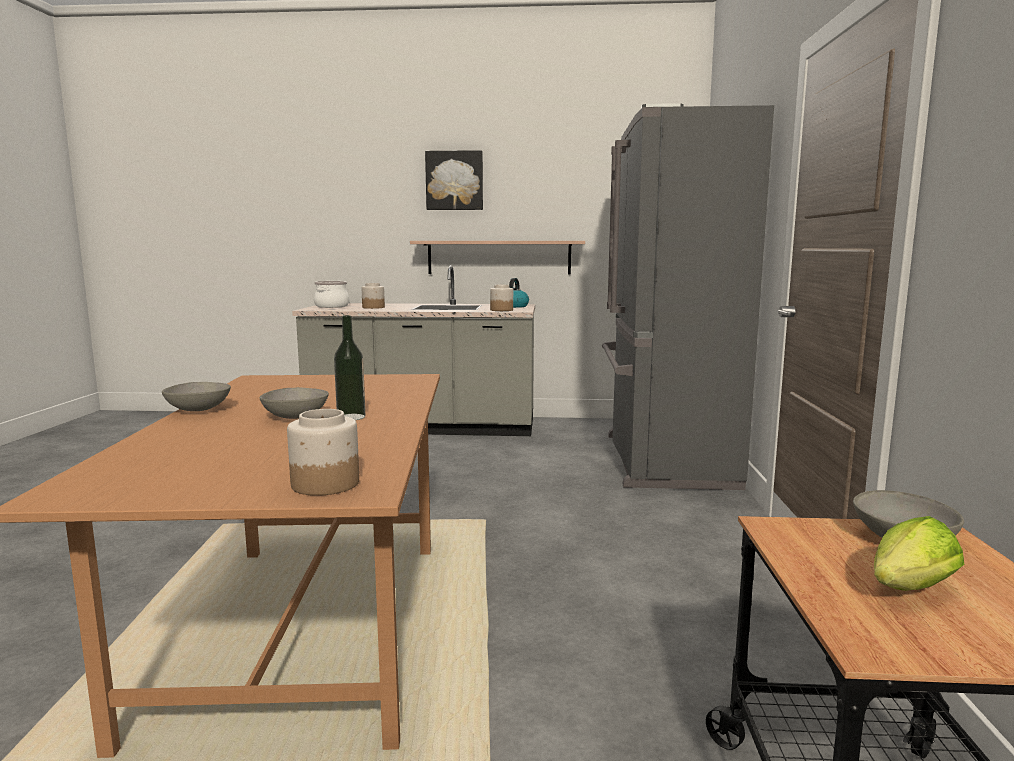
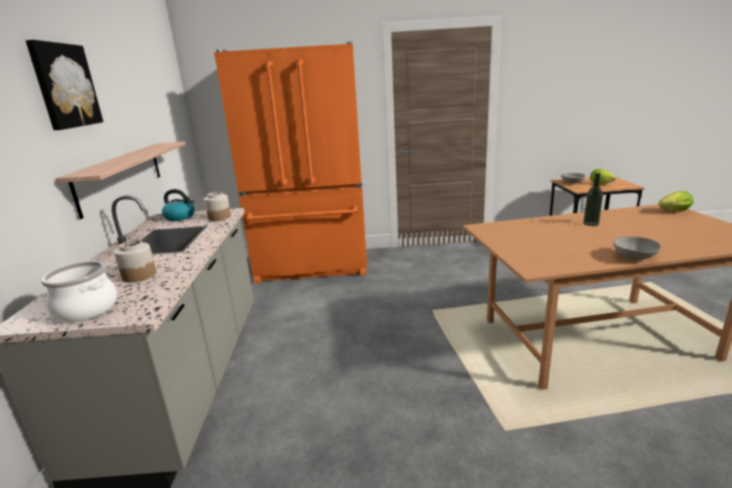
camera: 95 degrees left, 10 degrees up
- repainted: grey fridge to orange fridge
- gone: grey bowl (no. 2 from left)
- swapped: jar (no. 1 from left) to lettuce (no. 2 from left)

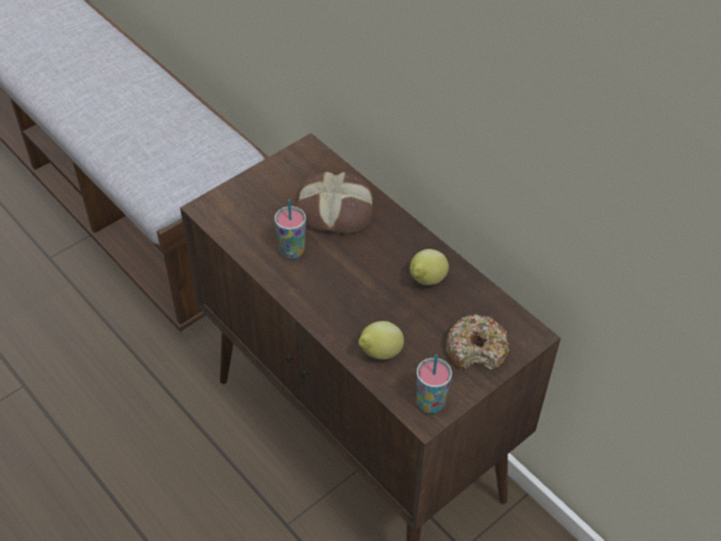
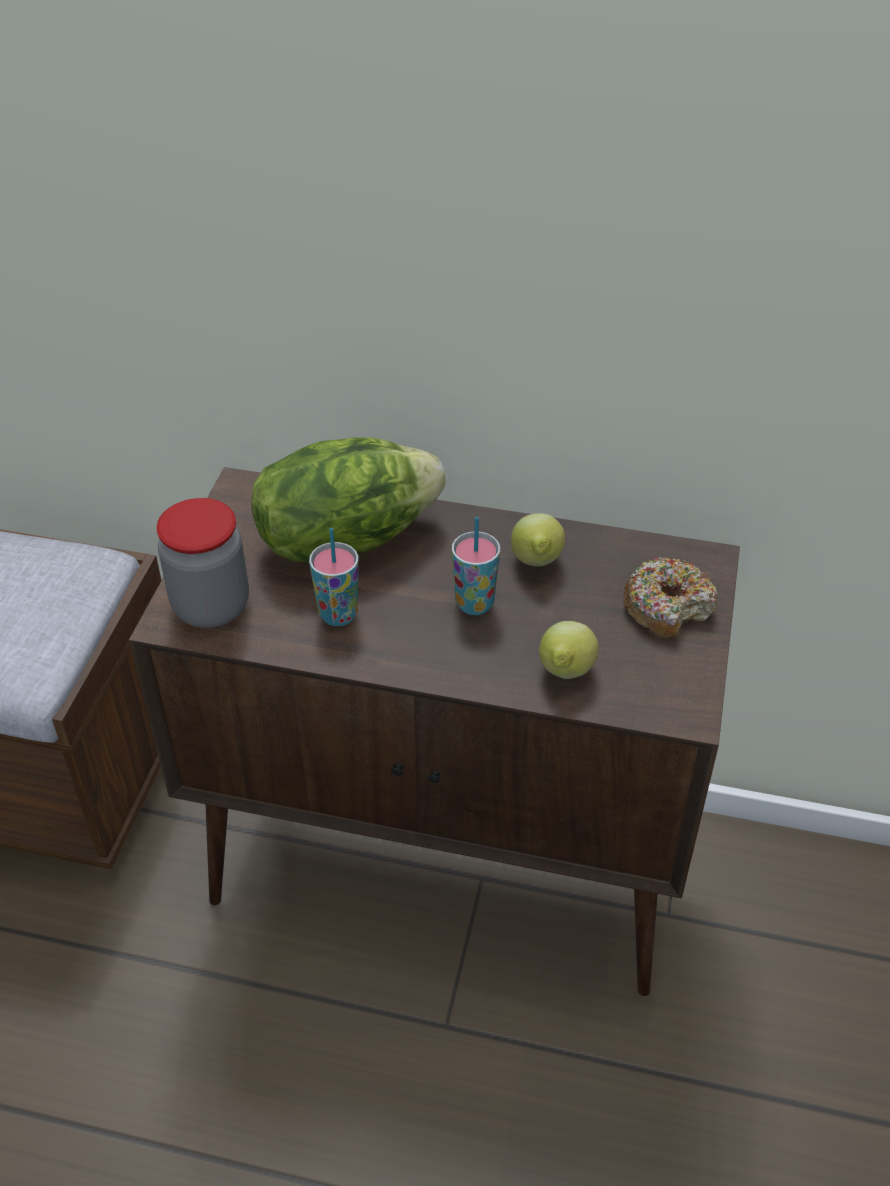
camera: 35 degrees left, 5 degrees down
- swapped: bread to lettuce
- shifted: cup (no. 2 from left)
- new: jar

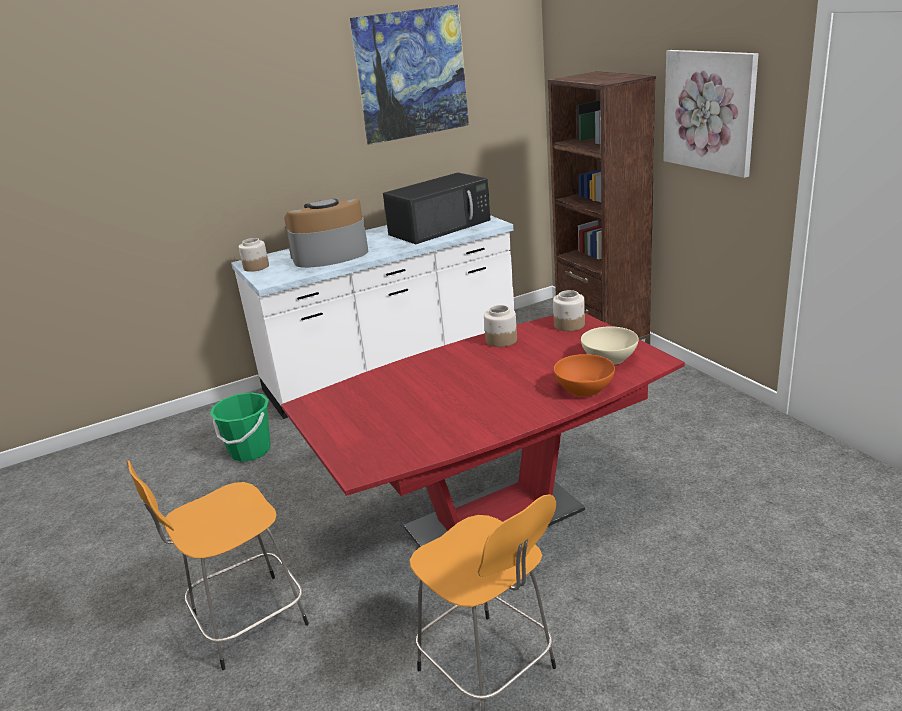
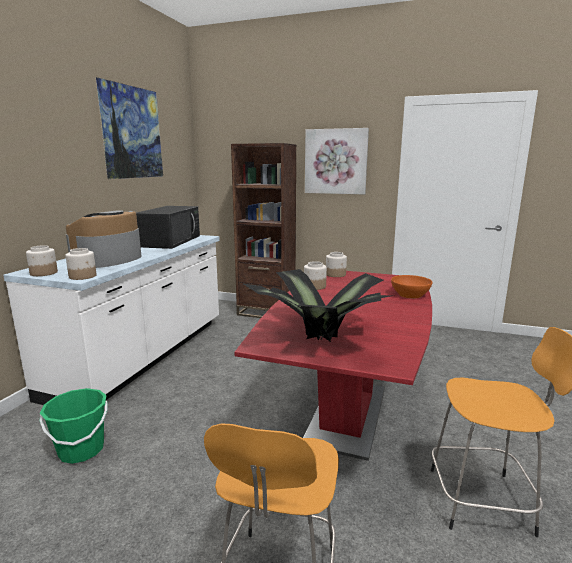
camera: 45 degrees left, 10 degrees down
- gone: beige bowl
- new: jar (no. 2 from left)
- new: potted plant

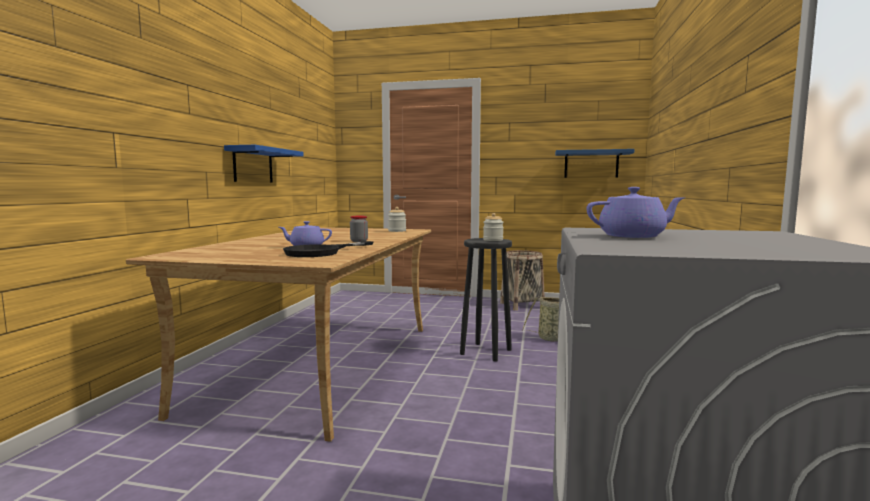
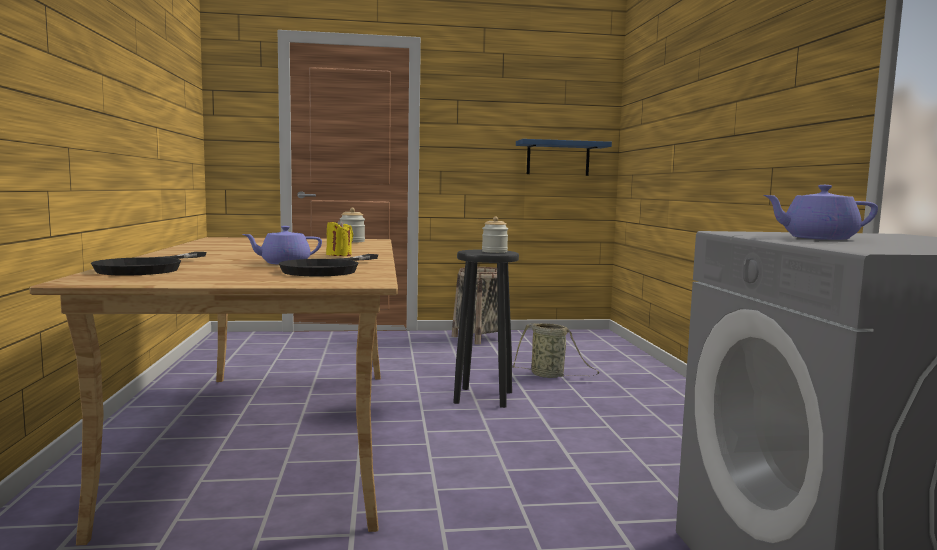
camera: 20 degrees left, 0 degrees up
- gone: blue shelf (no. 1 from left)
- rotated: purple teapot (no. 2 from left) 150 degrees counterclockwise
- swapped: jar (no. 1 from left) to yellow candle
- new: black frying pan (no. 1 from left)

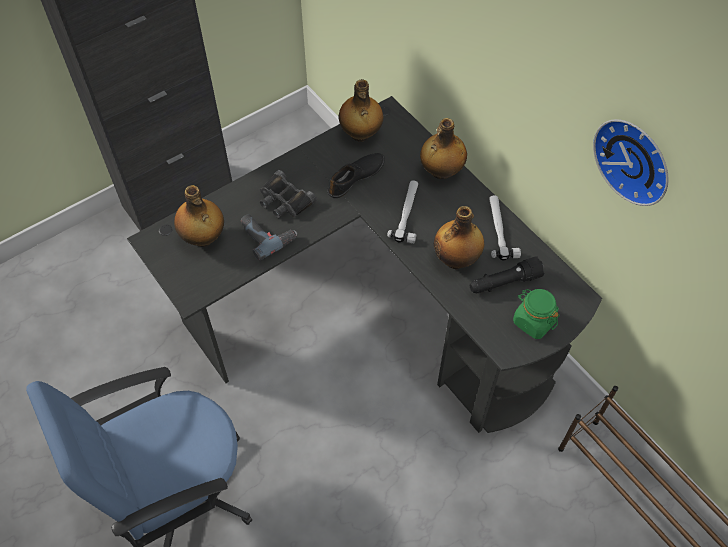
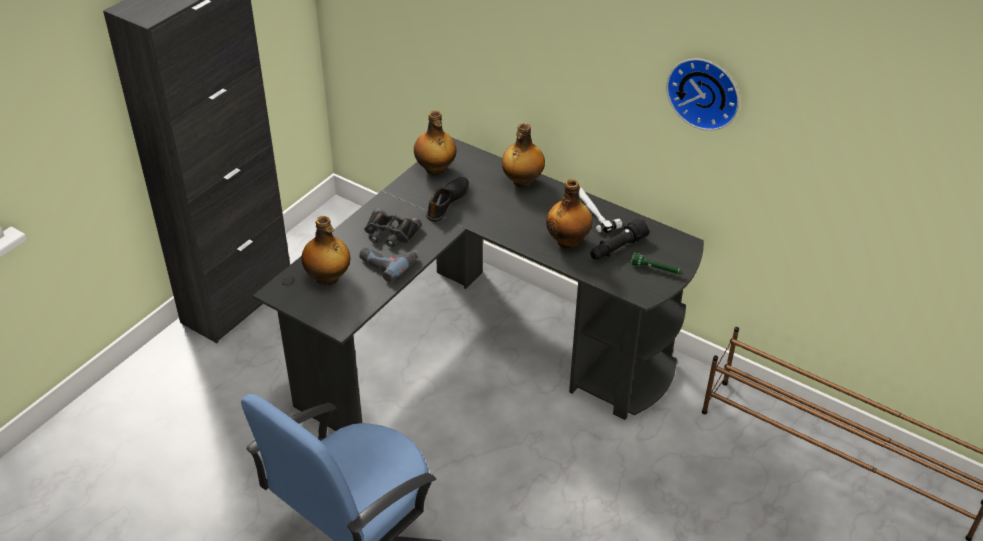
camera: 20 degrees left, 15 degrees down
- gone: hammer (no. 1 from left)
- swapped: green jar to green flashlight

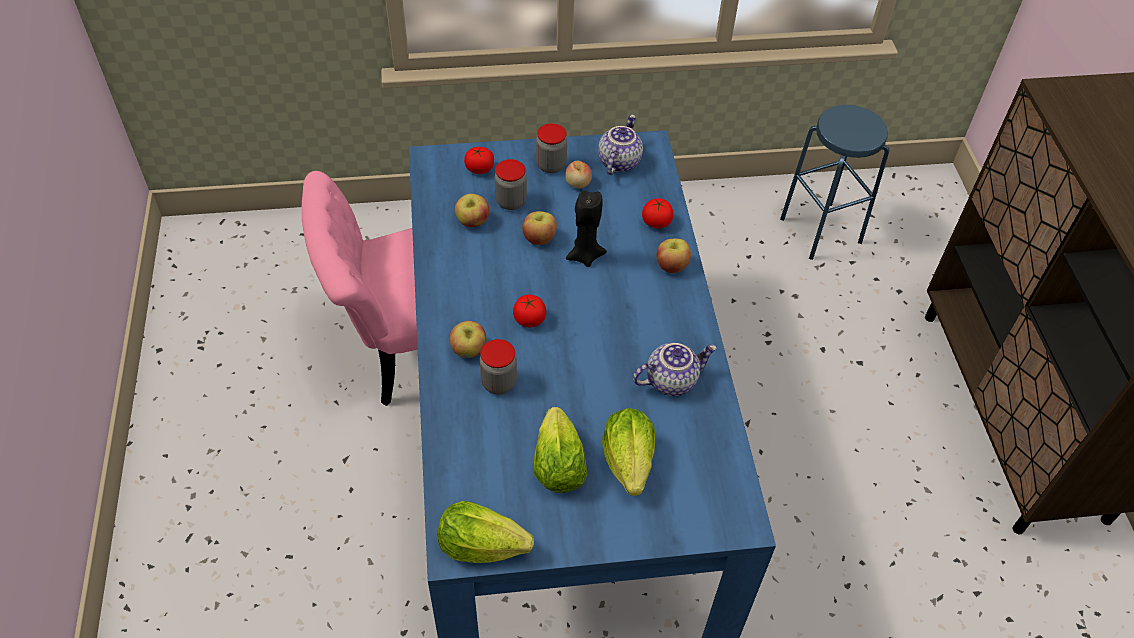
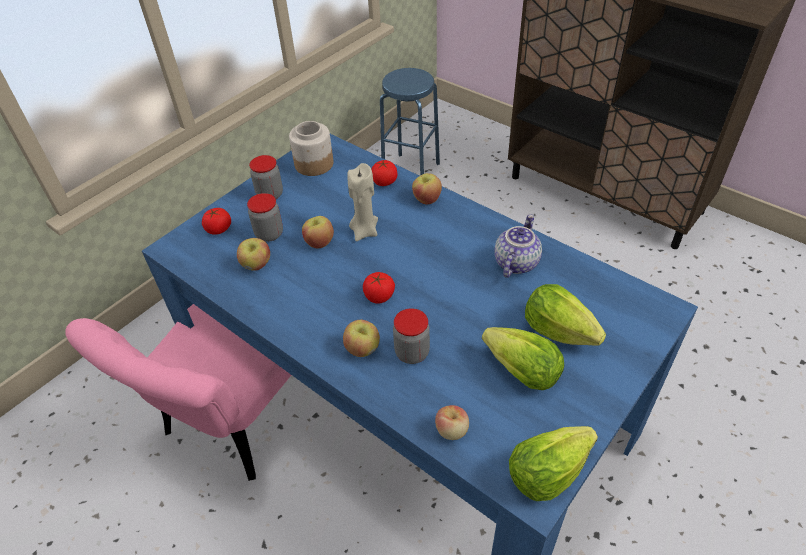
camera: 40 degrees left, 5 degrees down
- swapped: teapot (no. 1 from left) to jar (no. 3 from left)
- shifted: apple (no. 4 from left in the first image) to apple (no. 5 from left)
- repainted: black candle to beige candle

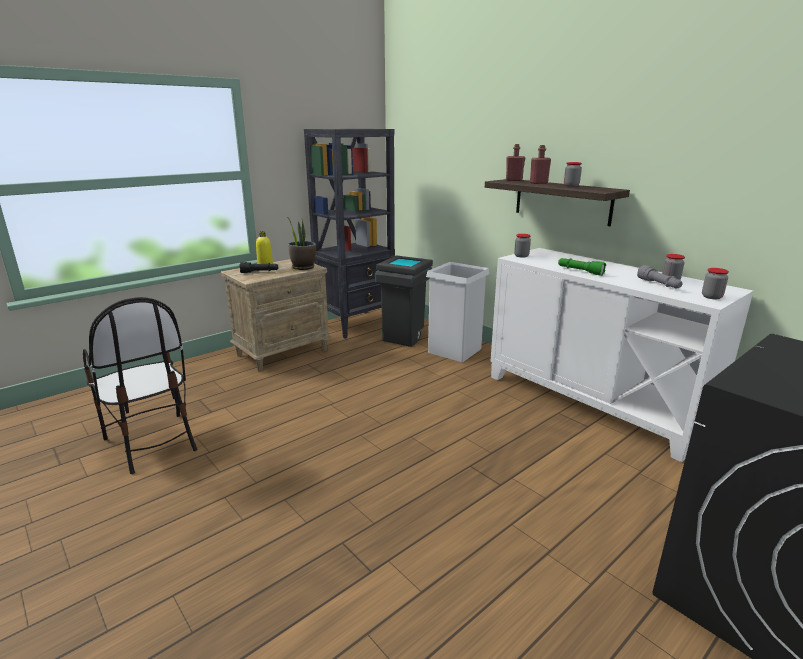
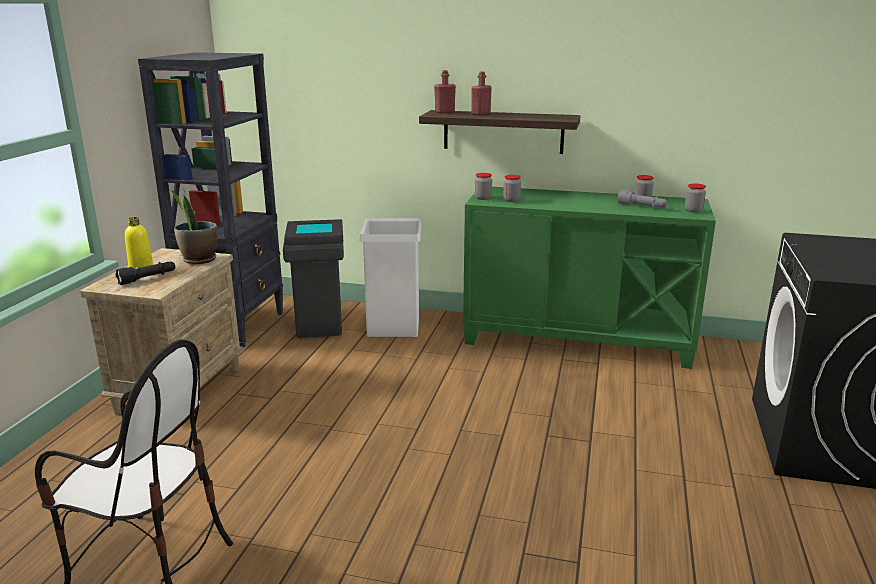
camera: 35 degrees left, 0 degrees up
- shifted: jar (no. 2 from left)
- repainted: white cabinet to green cabinet
- gone: green flashlight

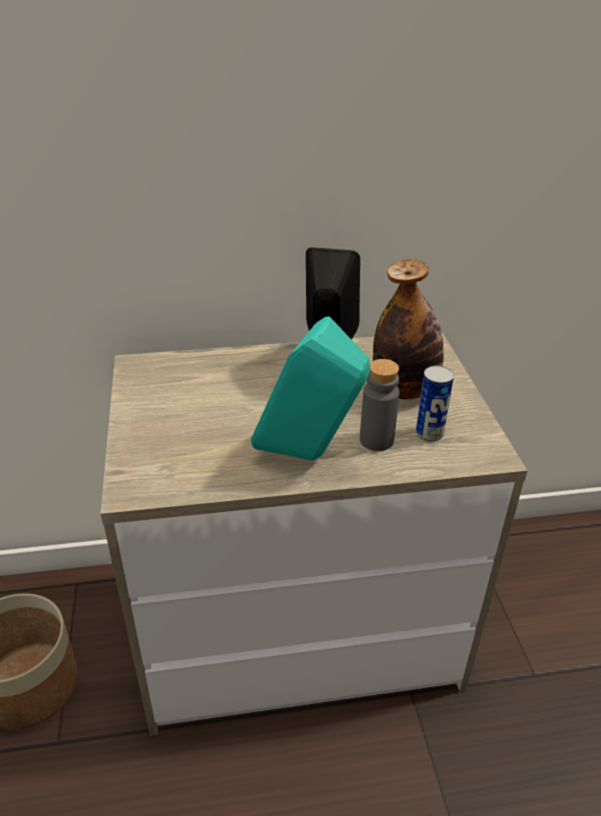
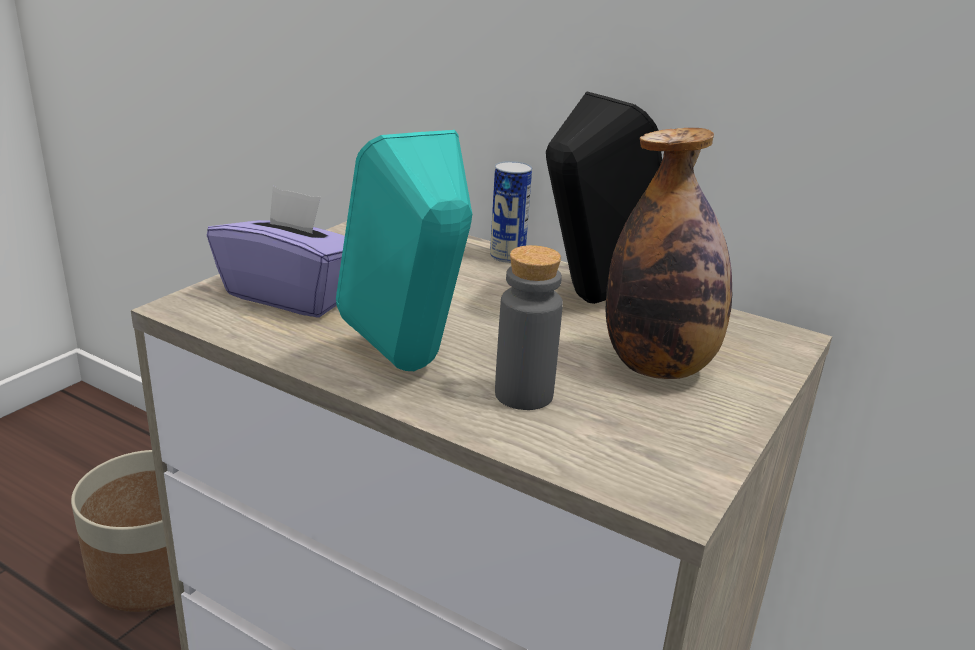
camera: 40 degrees right, 10 degrees down
- shifted: can
- new: purple tissue box

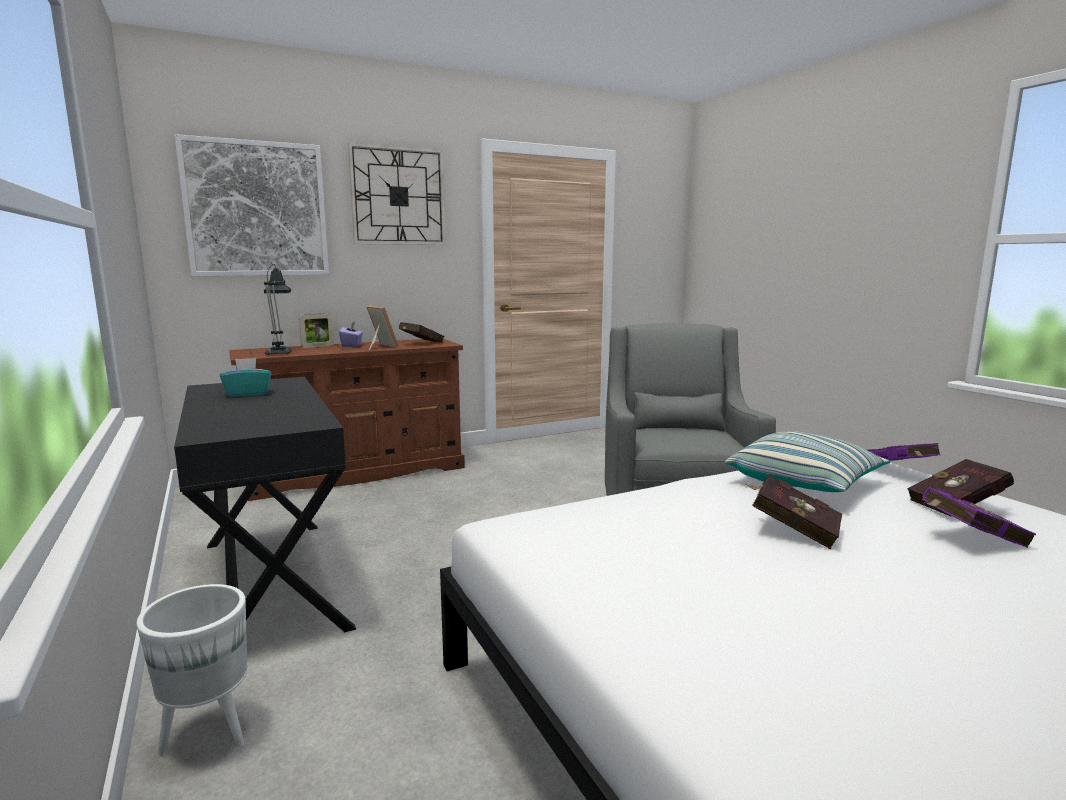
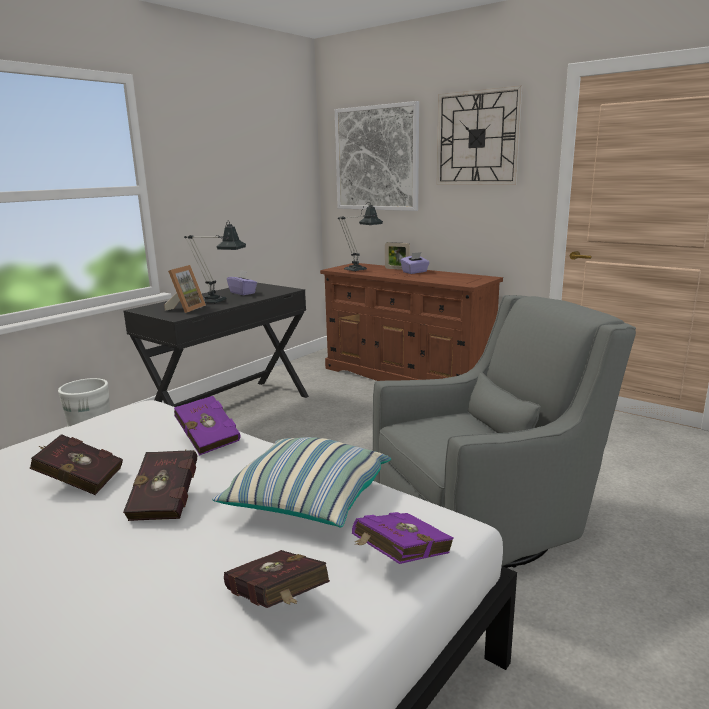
camera: 65 degrees right, 5 degrees up
- shifted: picture frame (no. 2 from left in the first image) to picture frame (no. 1 from left)
- shifted: red book (no. 1 from left)
- repainted: turquoise tissue box to purple tissue box (no. 1 from left)
- shifted: purple book (no. 2 from left in the first image) to purple book (no. 1 from left)
- new: table lamp (no. 1 from left)

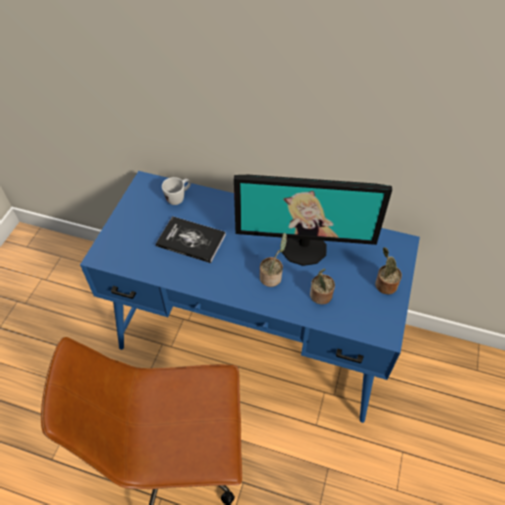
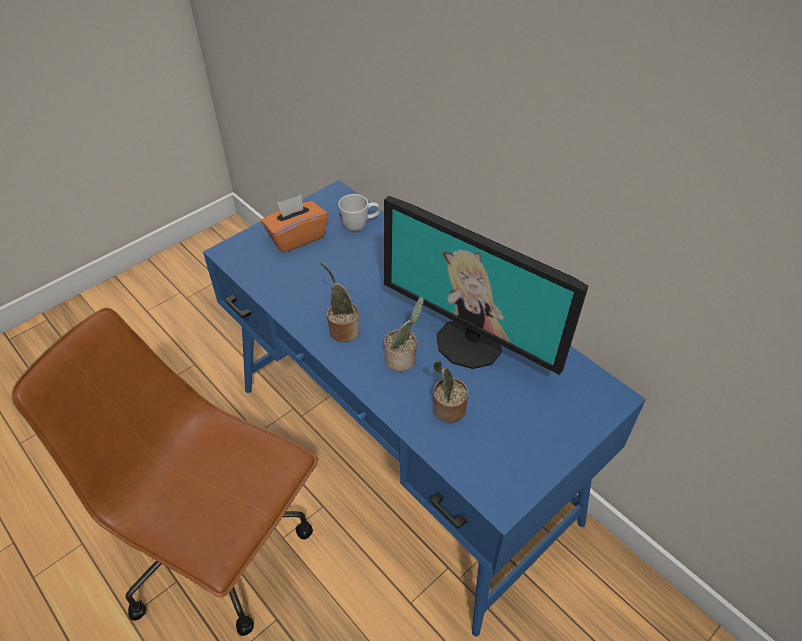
camera: 30 degrees right, 5 degrees down
- gone: book
- shifted: potted plant (no. 3 from left in the first image) to potted plant (no. 1 from left)
- new: orange tissue box

